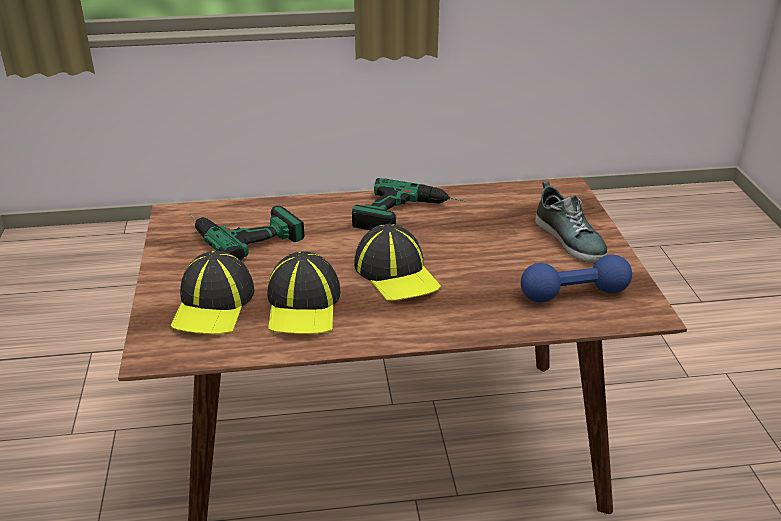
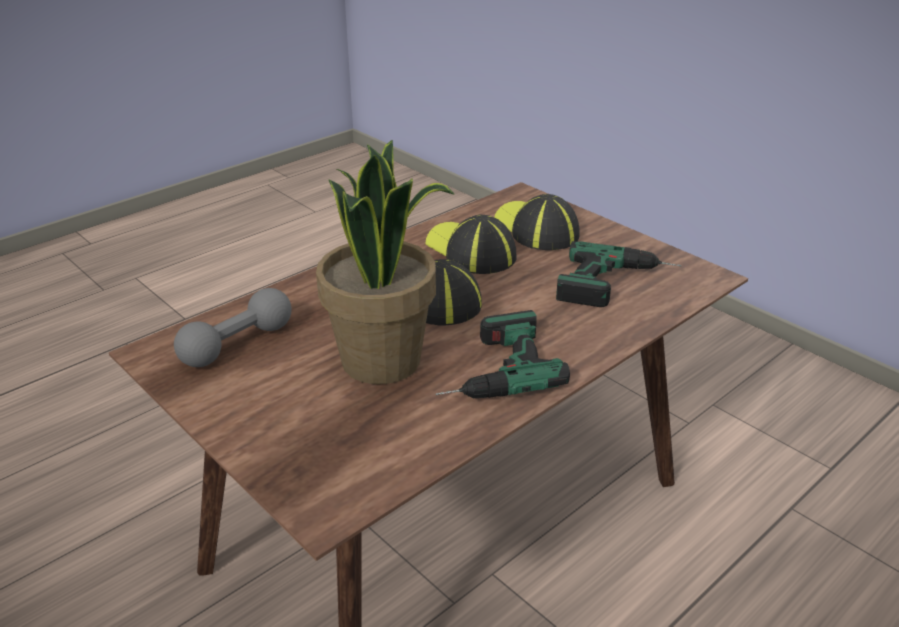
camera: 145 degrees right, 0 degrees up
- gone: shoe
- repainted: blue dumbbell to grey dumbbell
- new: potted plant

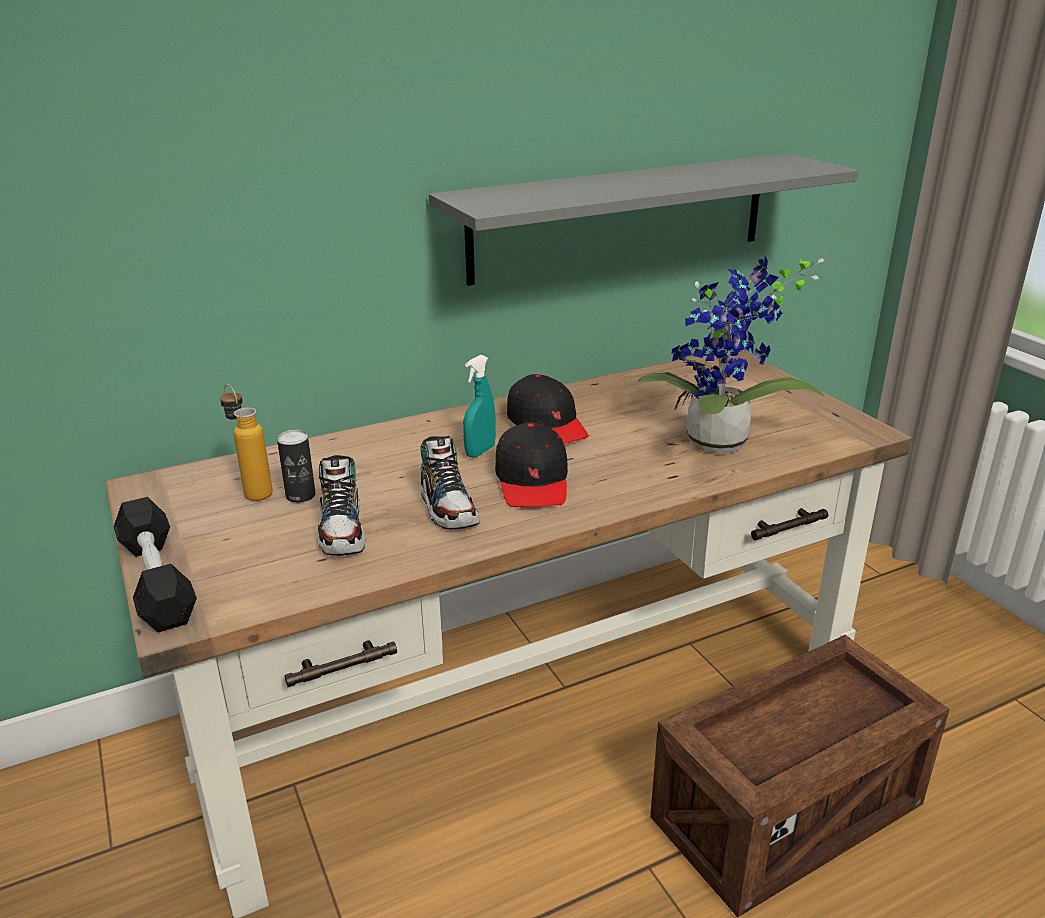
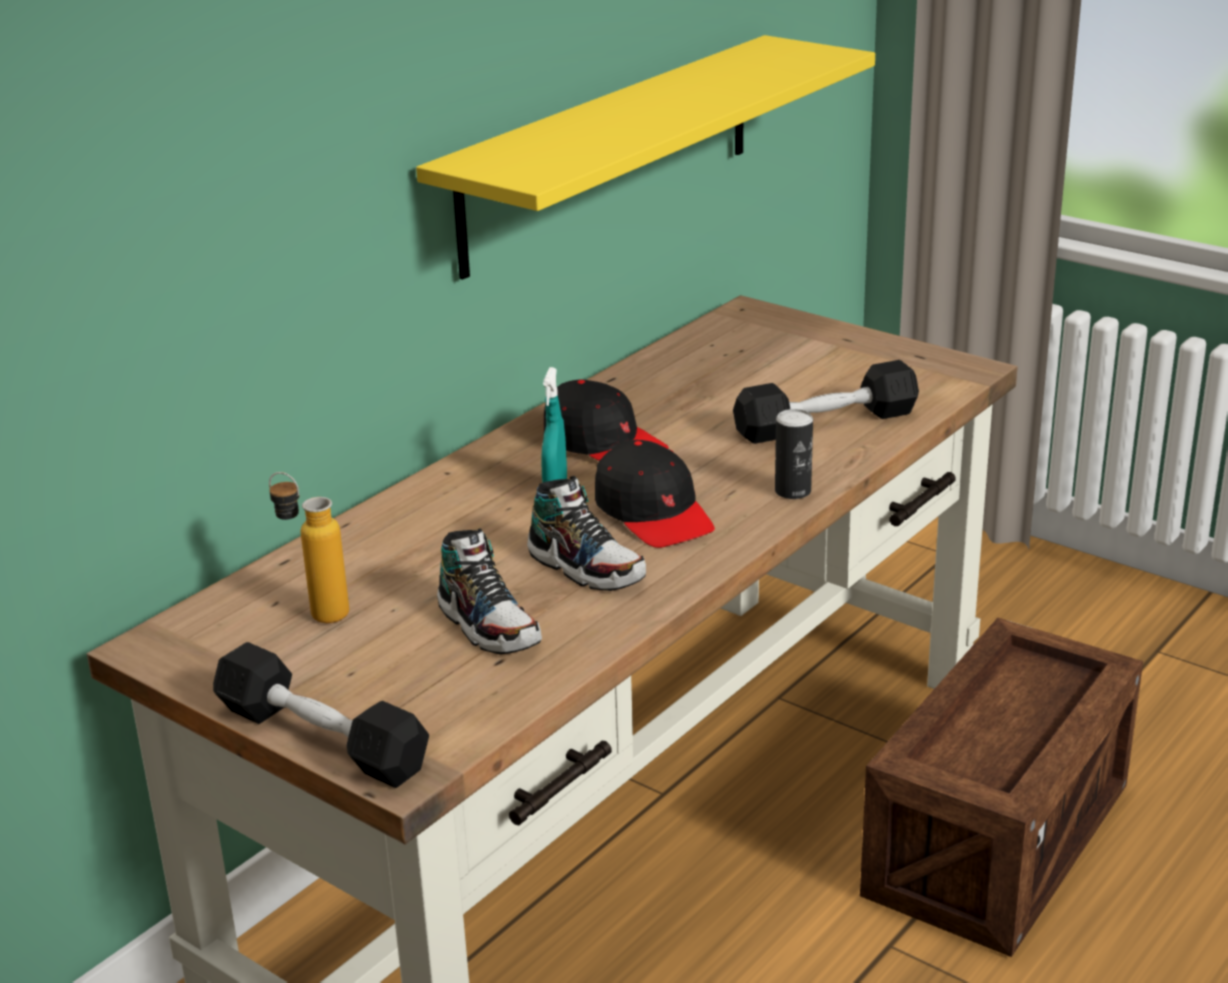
camera: 25 degrees left, 0 degrees up
- repainted: grey shelf to yellow shelf
- swapped: potted plant to black dumbbell (no. 2 from left)
- shifted: can

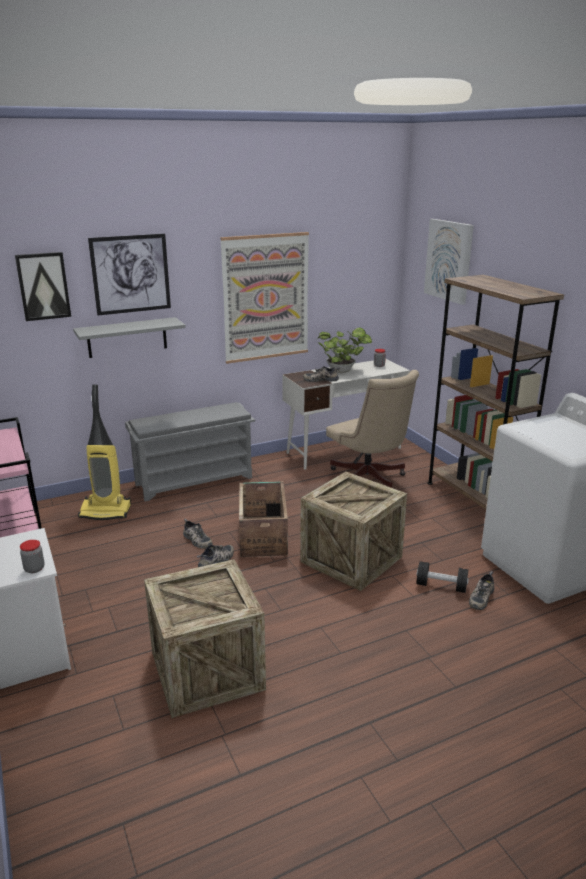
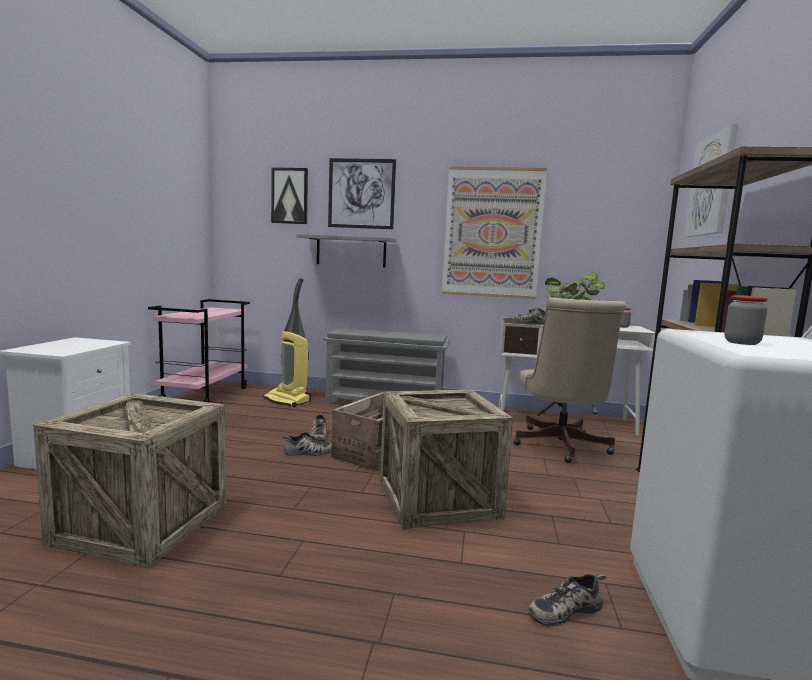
camera: 35 degrees right, 15 degrees down
- shifted: jar (no. 1 from left in the first image) to jar (no. 2 from left)
- gone: black dumbbell

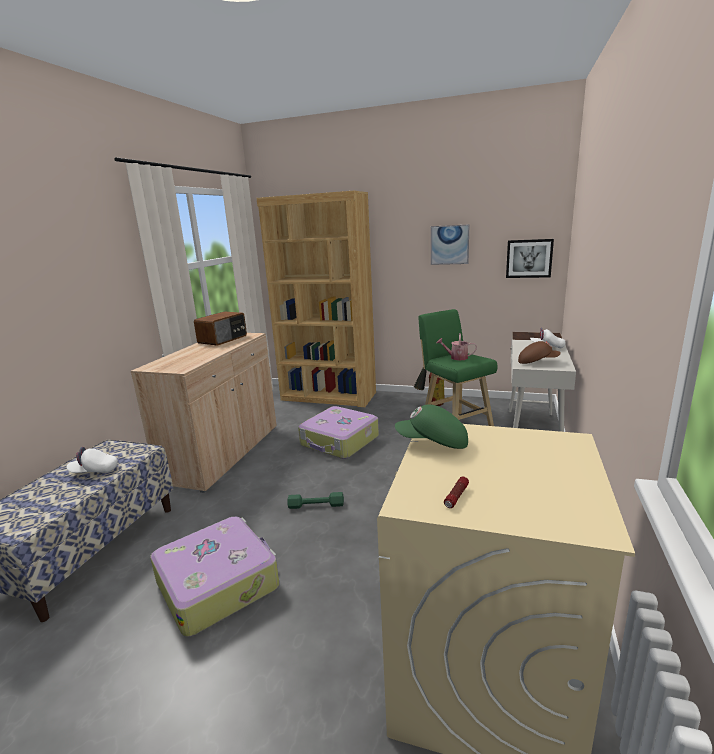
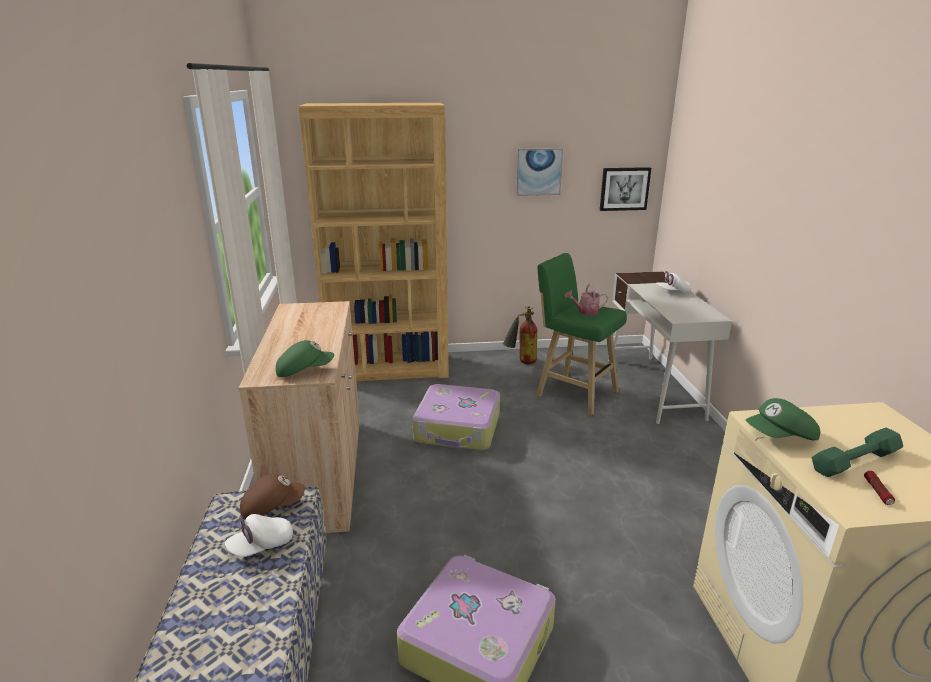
camera: 25 degrees left, 5 degrees up
- gone: radio
- shifted: brown cap
- shifted: green dumbbell
- new: green cap (no. 1 from left)

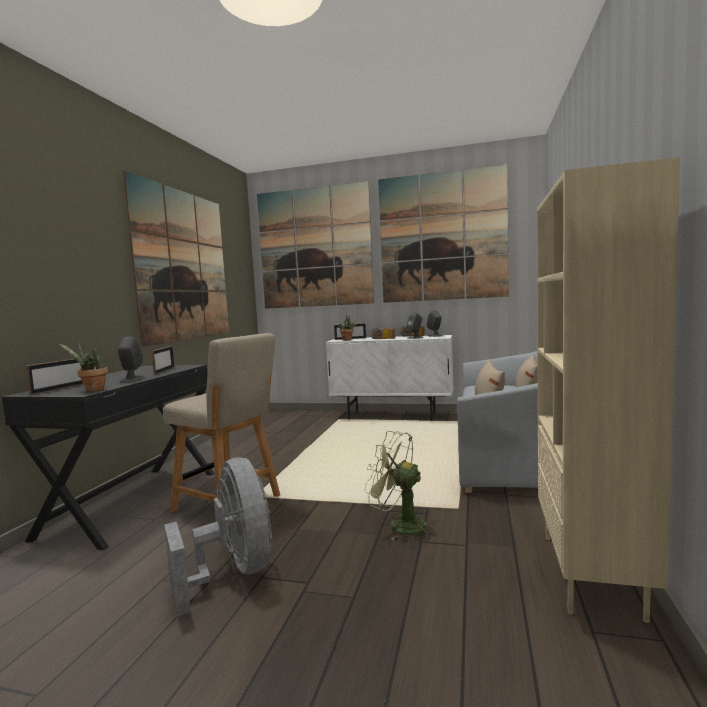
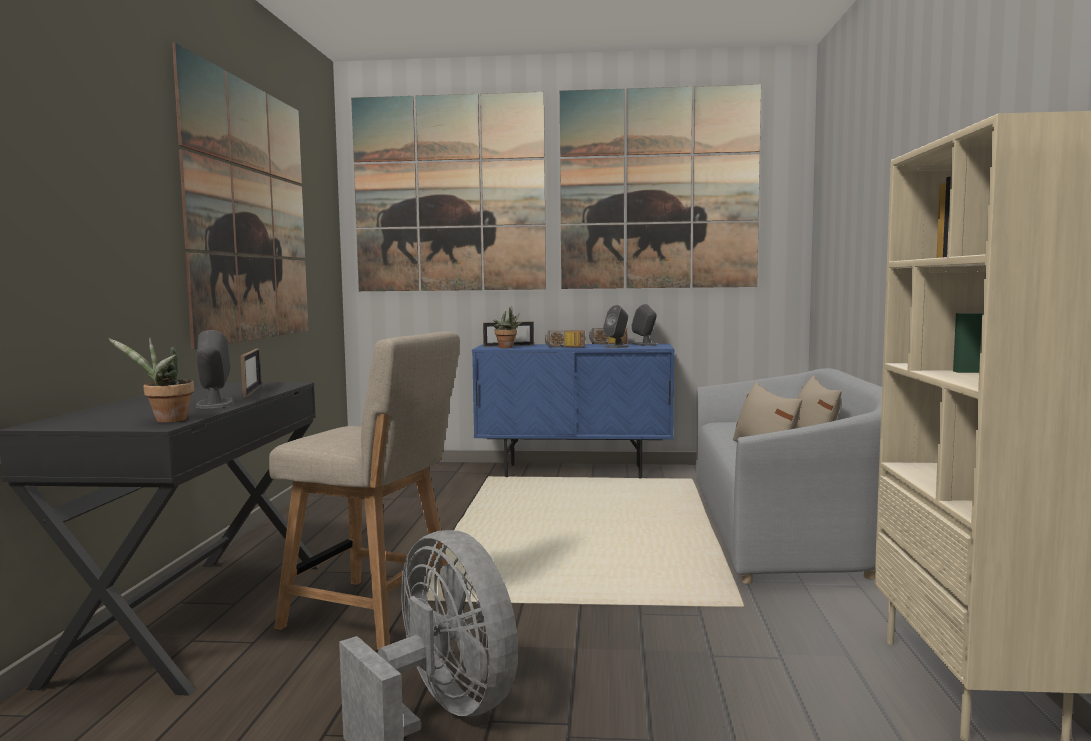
camera: 10 degrees left, 0 degrees up
- repainted: white cabinet to blue cabinet
- gone: picture frame (no. 1 from left)
- gone: green fan

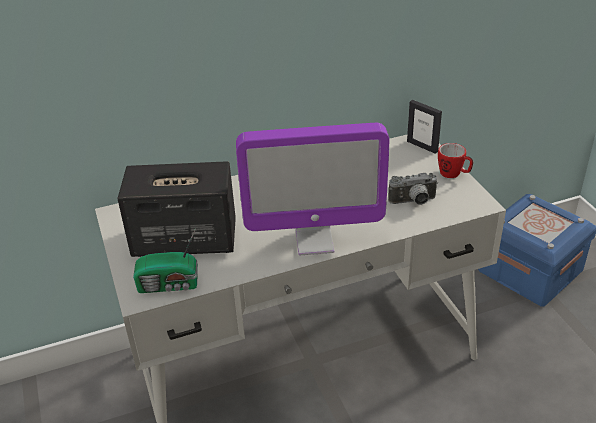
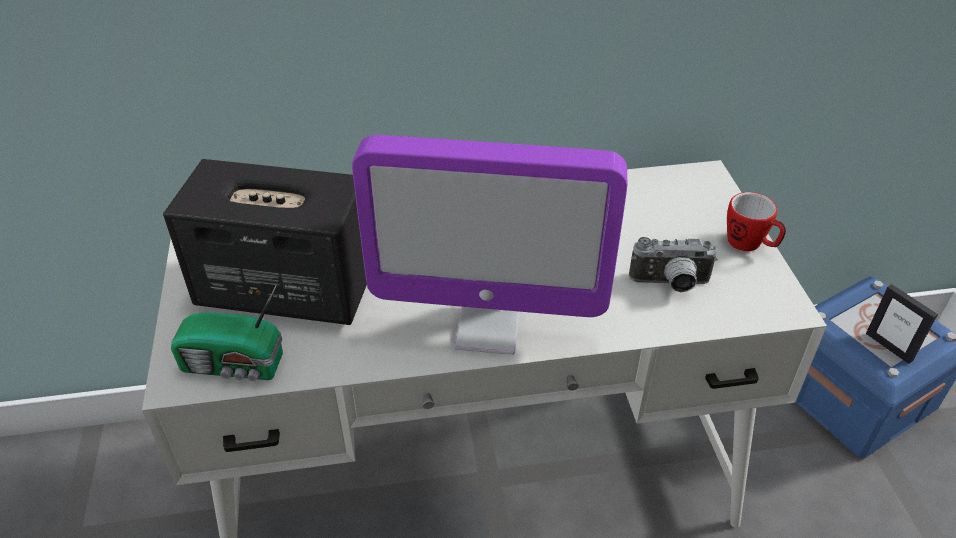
camera: 10 degrees right, 5 degrees up
- shifted: picture frame

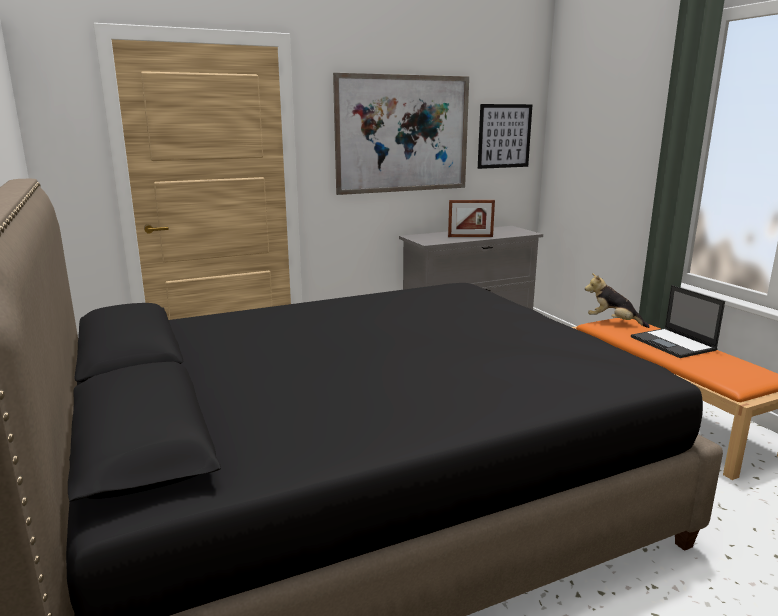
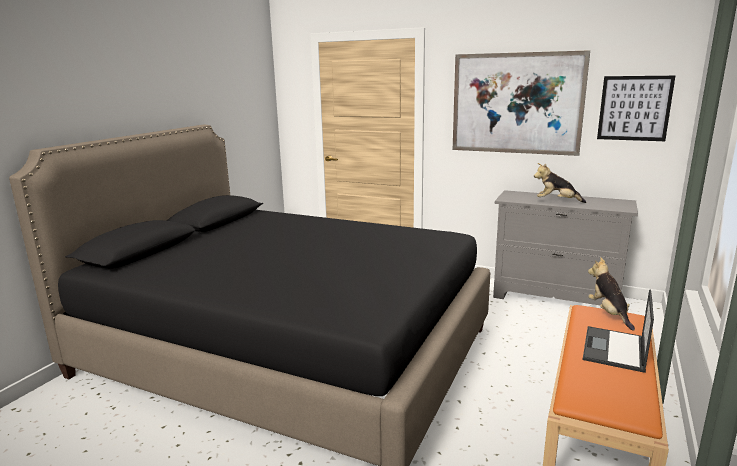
camera: 50 degrees right, 0 degrees up
- swapped: picture frame to plush toy (no. 1 from left)

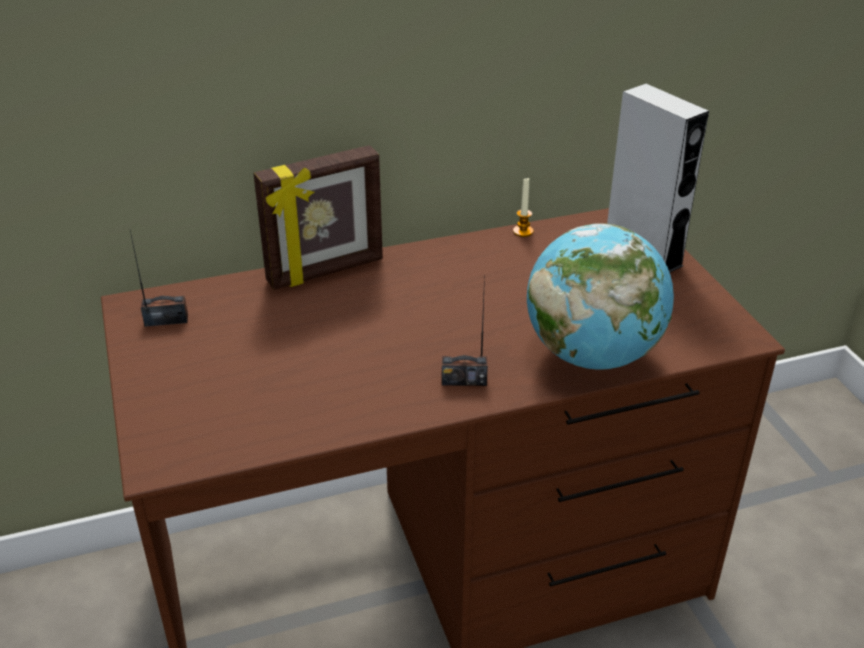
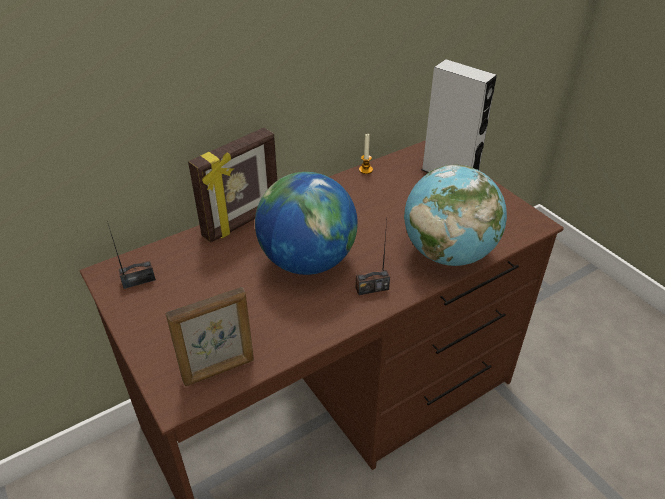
camera: 15 degrees left, 5 degrees up
- new: globe (no. 1 from left)
- new: picture frame (no. 1 from left)

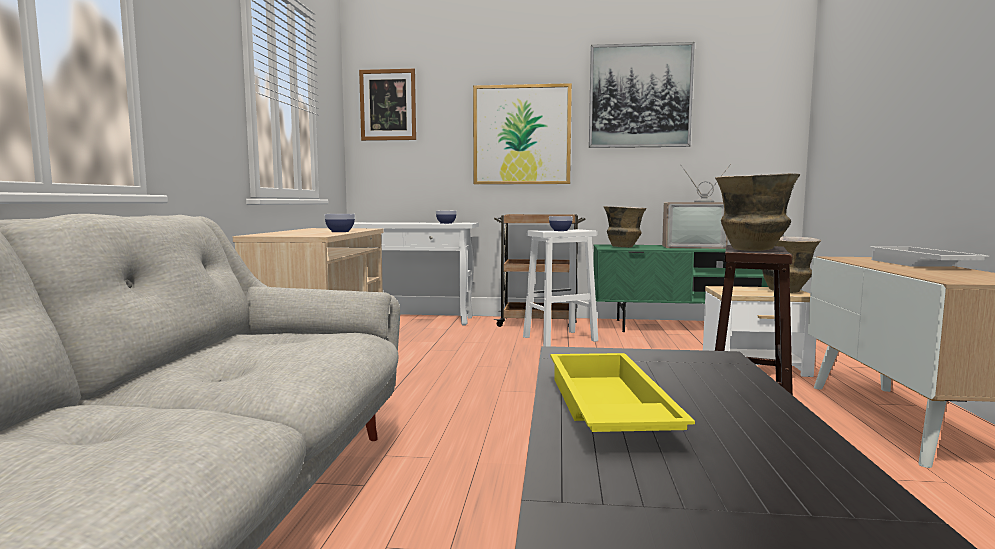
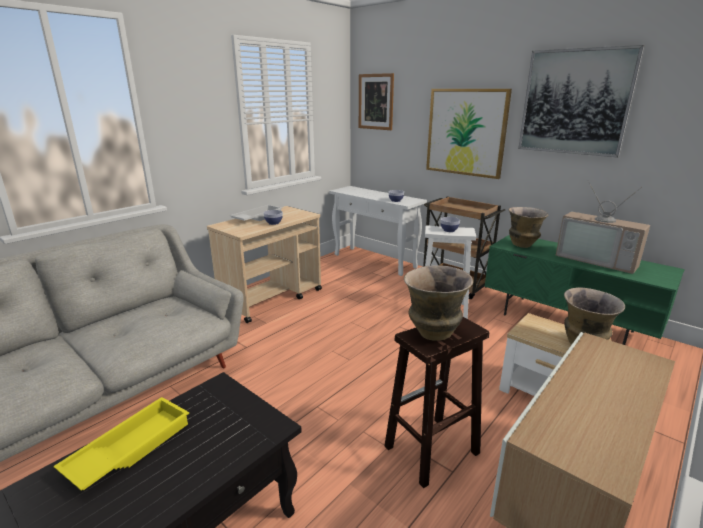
camera: 35 degrees right, 15 degrees up
- shifted: white tray

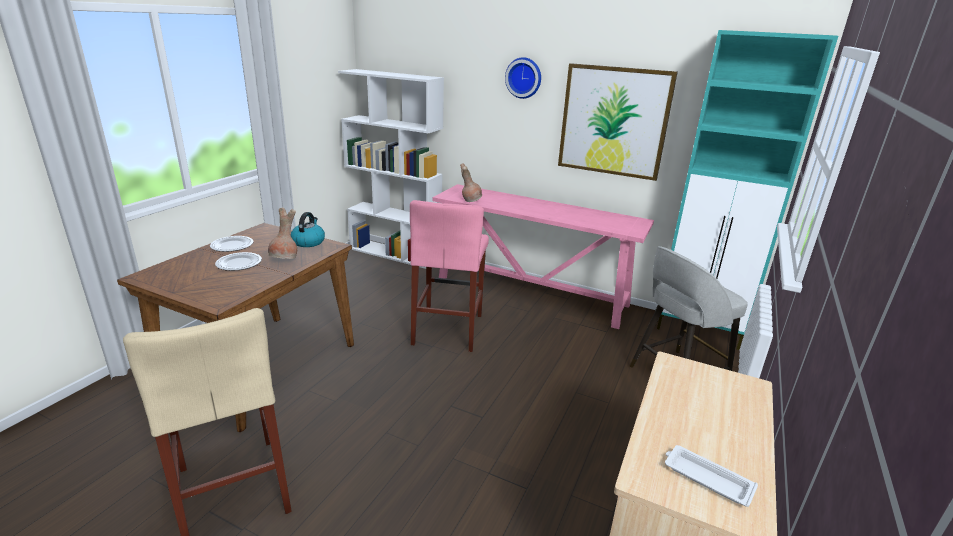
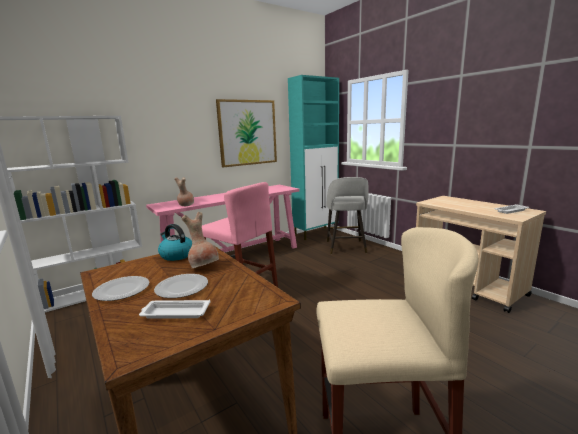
camera: 60 degrees left, 10 degrees down
- gone: wall clock
- new: white tray (no. 1 from left)

